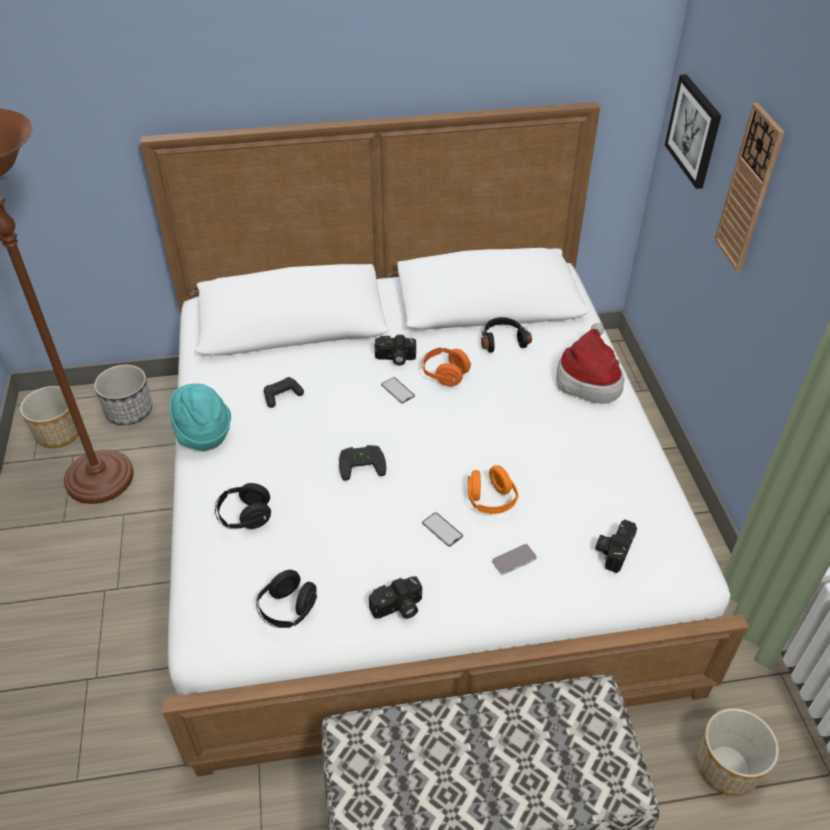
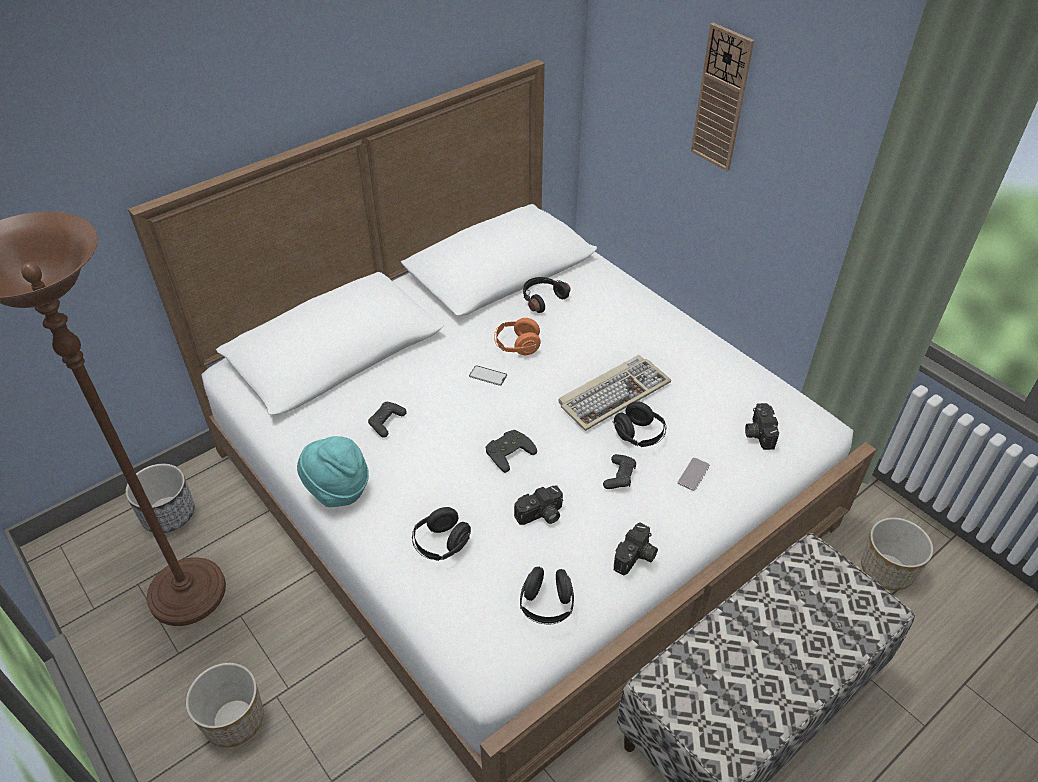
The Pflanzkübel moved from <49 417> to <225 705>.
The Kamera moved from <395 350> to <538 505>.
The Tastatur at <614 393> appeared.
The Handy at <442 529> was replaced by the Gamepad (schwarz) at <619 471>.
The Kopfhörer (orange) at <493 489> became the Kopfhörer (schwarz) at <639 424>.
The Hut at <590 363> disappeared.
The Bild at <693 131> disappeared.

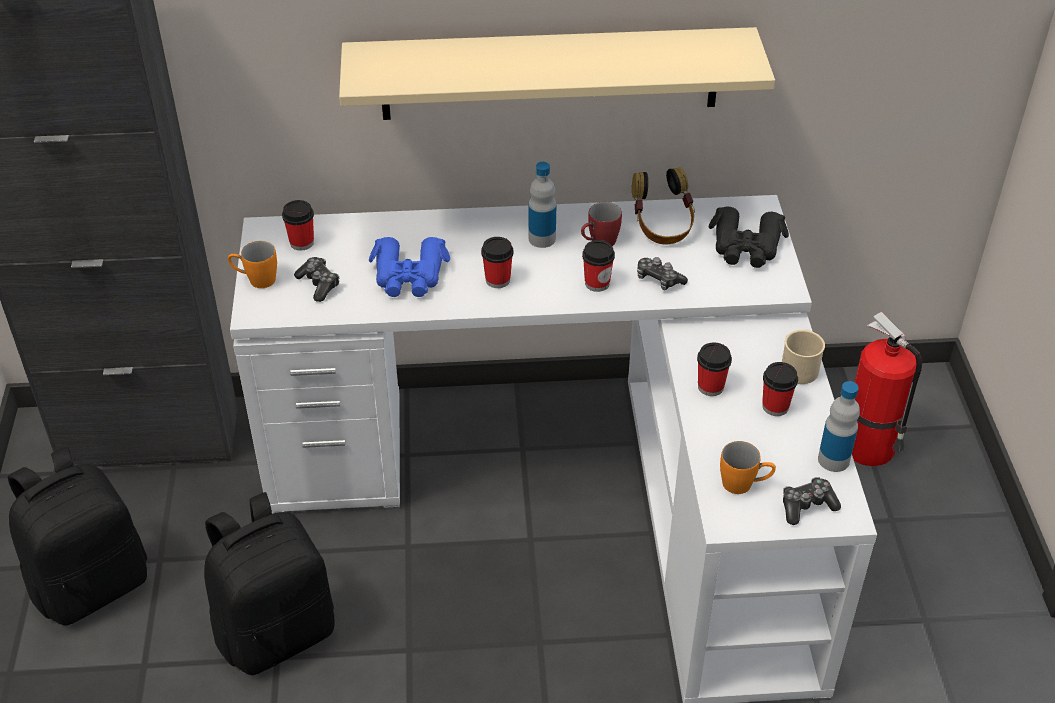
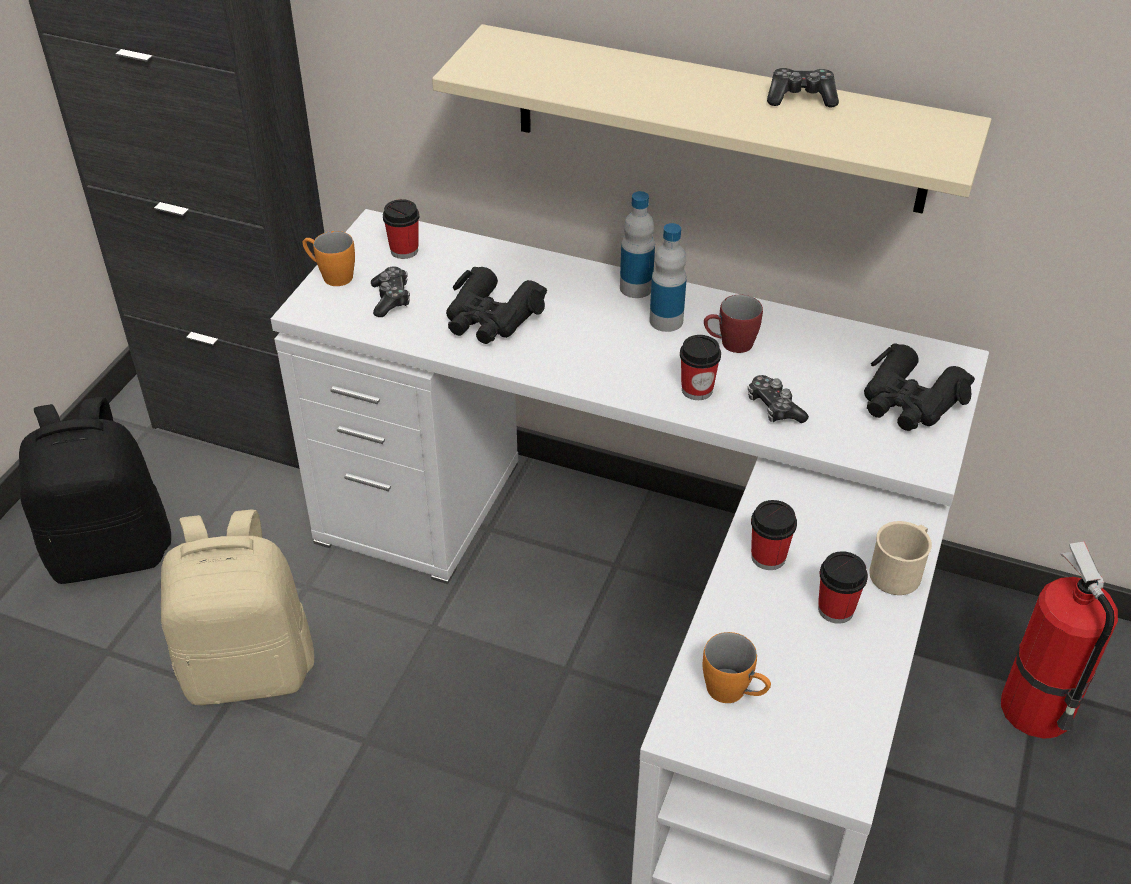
The Rucksack (schwarz) at <269 583> became the Rucksack (beige) at <237 607>.
The Fernglas (blau) at <409 267> became the Fernglas (schwarz) at <496 305>.
The Flasche moved from <839 426> to <637 244>.
The Gamepad moved from <812 501> to <803 88>.
The Tasse at <497 262> disappeared.
The Kopfhörer at <663 205> disappeared.

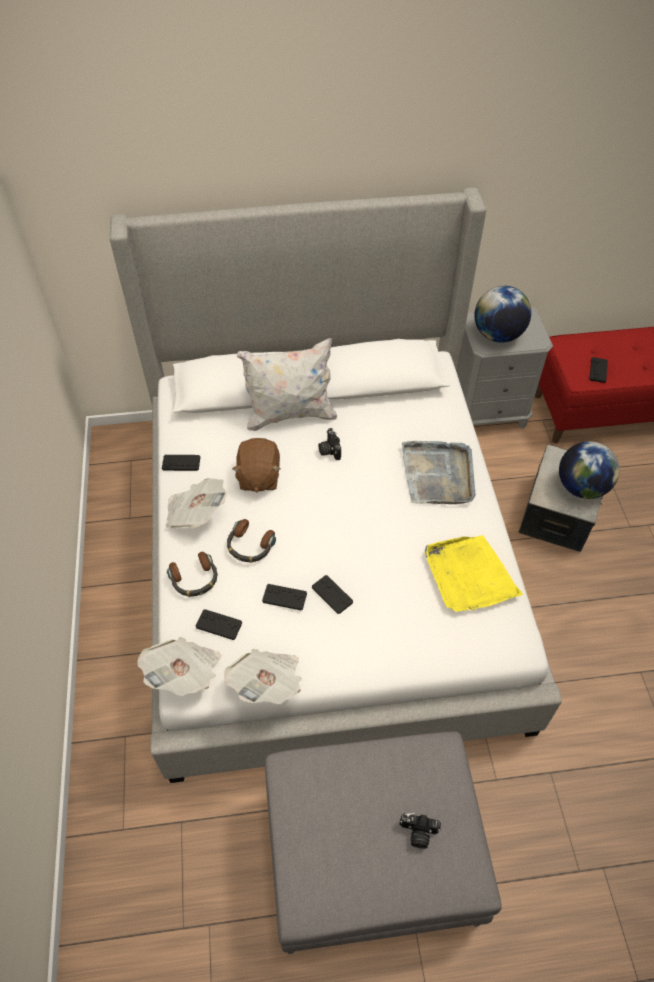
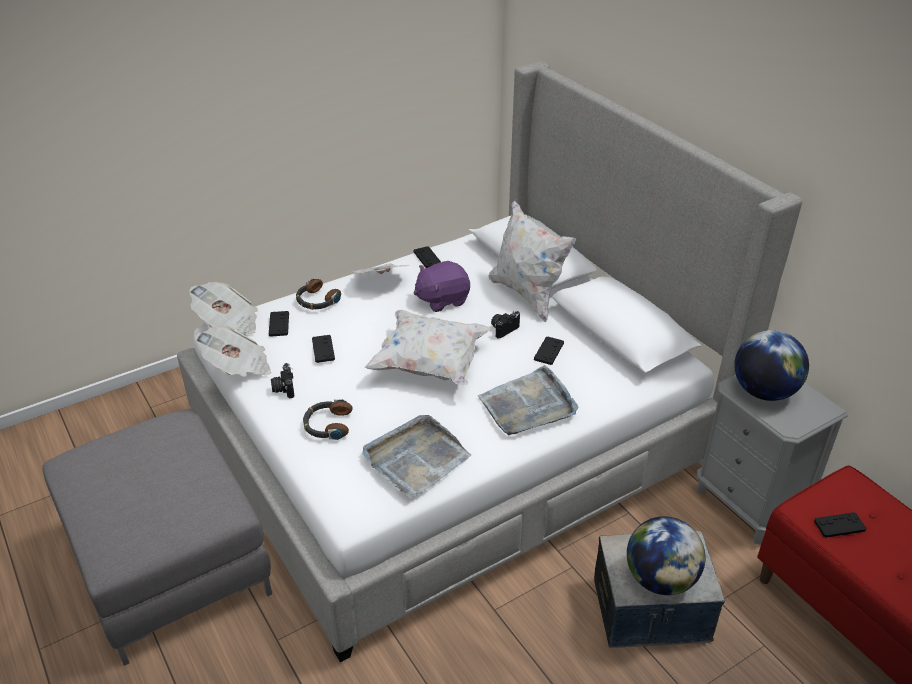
The Kamera moved from <420 831> to <282 381>.
The Kopfhörer moved from <251 541> to <328 419>.
The Tablett (gelb) at <473 573> became the Tablett (grau) at <416 456>.
The Kissen (weiß) at <427 348> appeared.
The Plüschtier (braun) at <256 465> became the Plüschtier (lila) at <441 286>.
The Gamepad (schwarz) moved from <332 594> to <549 350>.

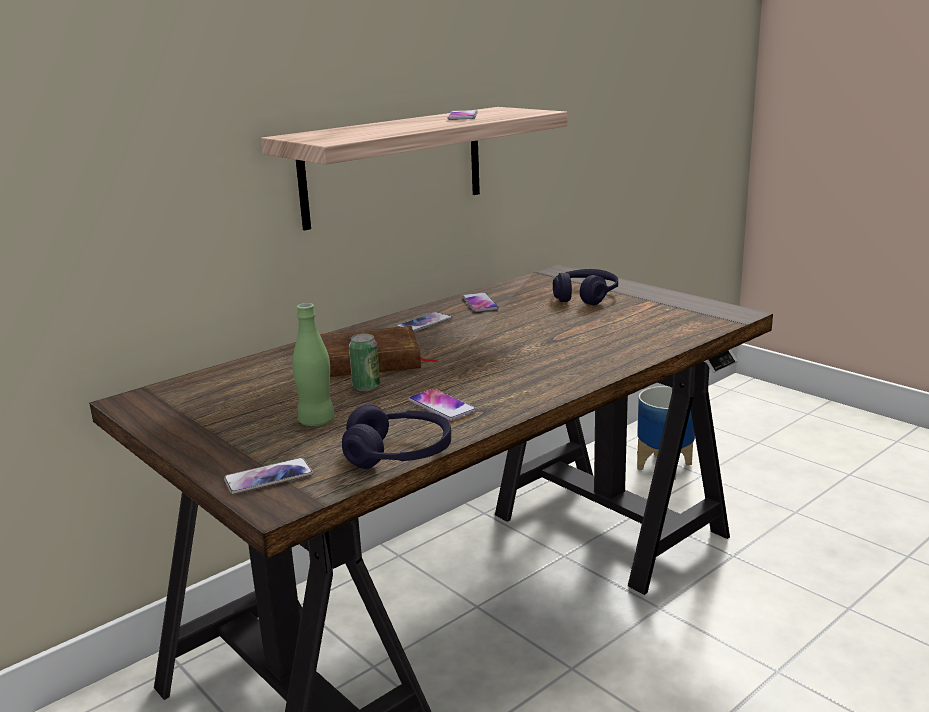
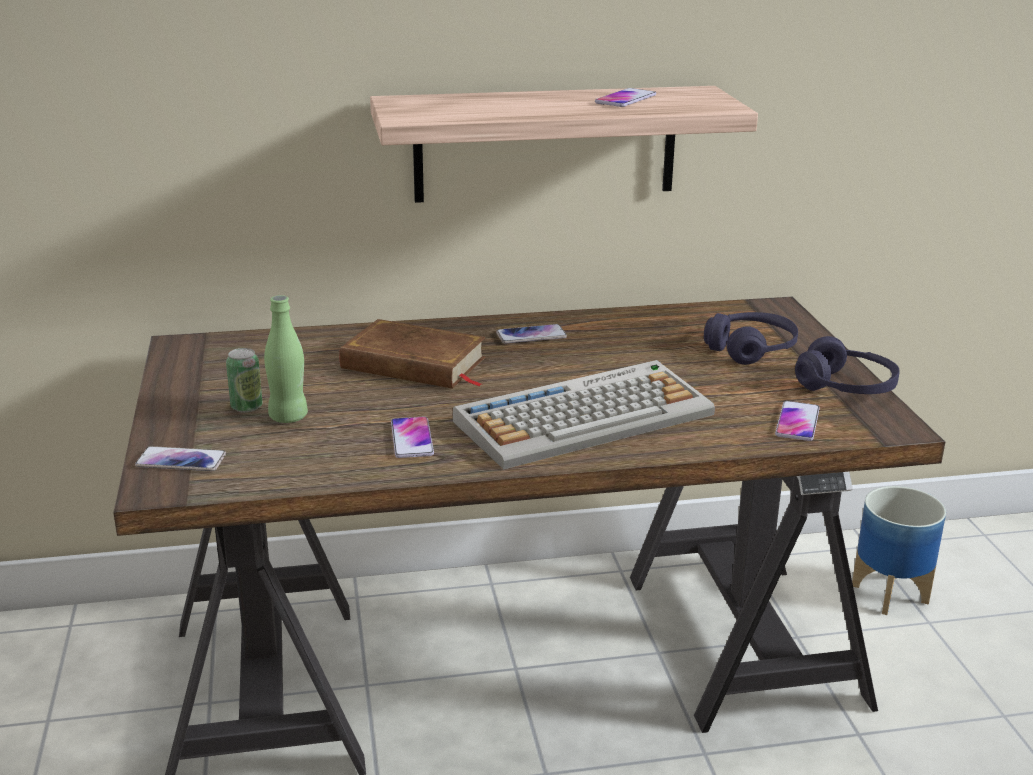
The Dose moved from <364 362> to <244 380>.
The Tastatur at <584 415> appeared.
The Handy moved from <480 302> to <797 421>.
The Kopfhörer (lila) moved from <396 436> to <847 365>.

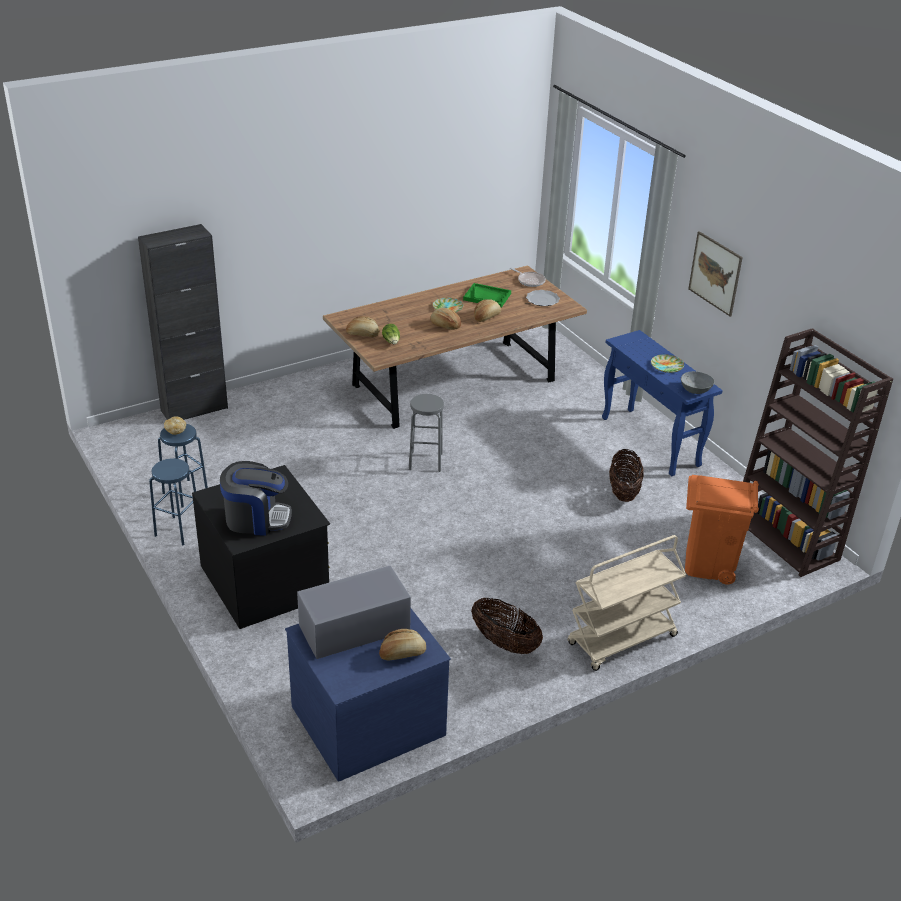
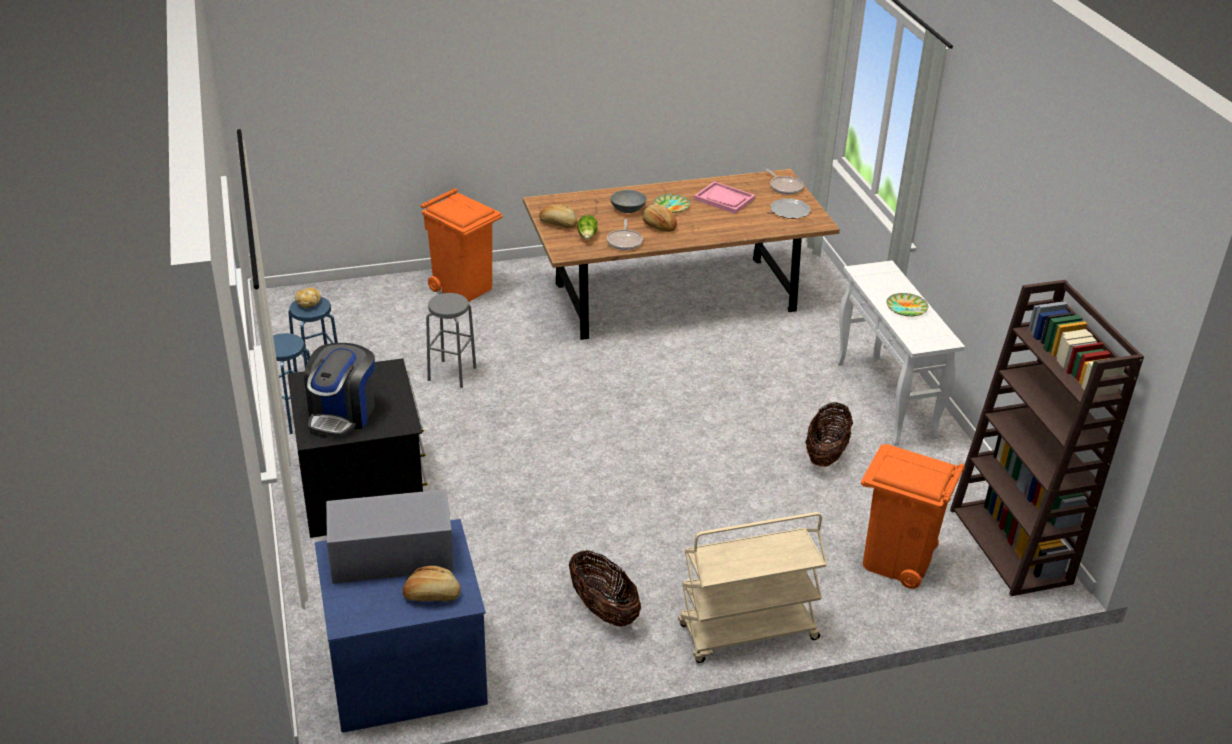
The Kaffeemaschine at <256 498> turned 90 degrees clockwise.
The Mülleimer (orange) at <461 245> appeared.
The Hocker (grau) moved from <426 433> to <451 340>.
The Pfanne at <625 234> appeared.
The Schüssel (grau) moved from <698 382> to <628 201>.
The Tablett (grün) at <487 295> became the Tablett (rosa) at <724 197>.
The Konsolentisch (blau) at <662 403> became the Konsolentisch (weiß) at <900 353>.
The Schrank (schwarz) at <183 322> disappeared.
The Brot at <487 310> disappeared.
The Bild at <715 274> disappeared.

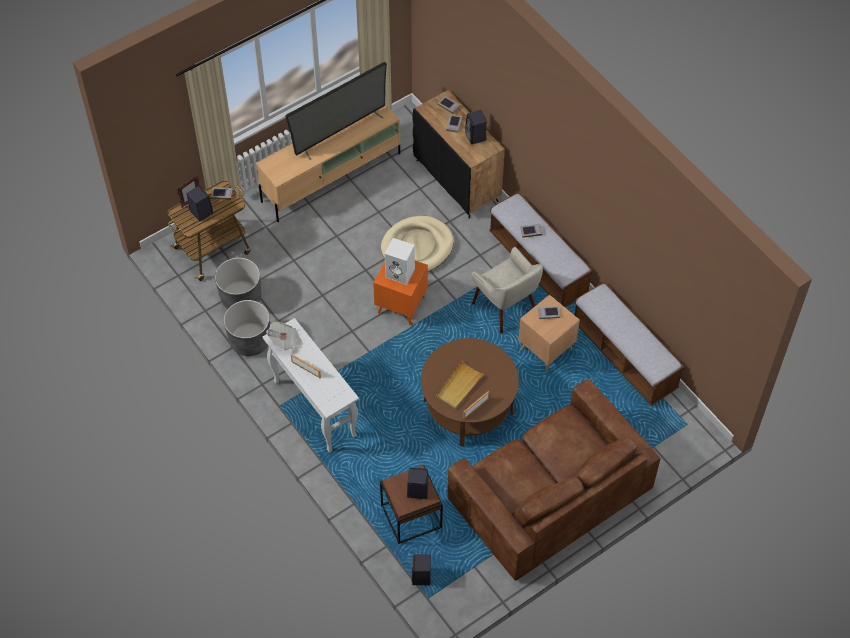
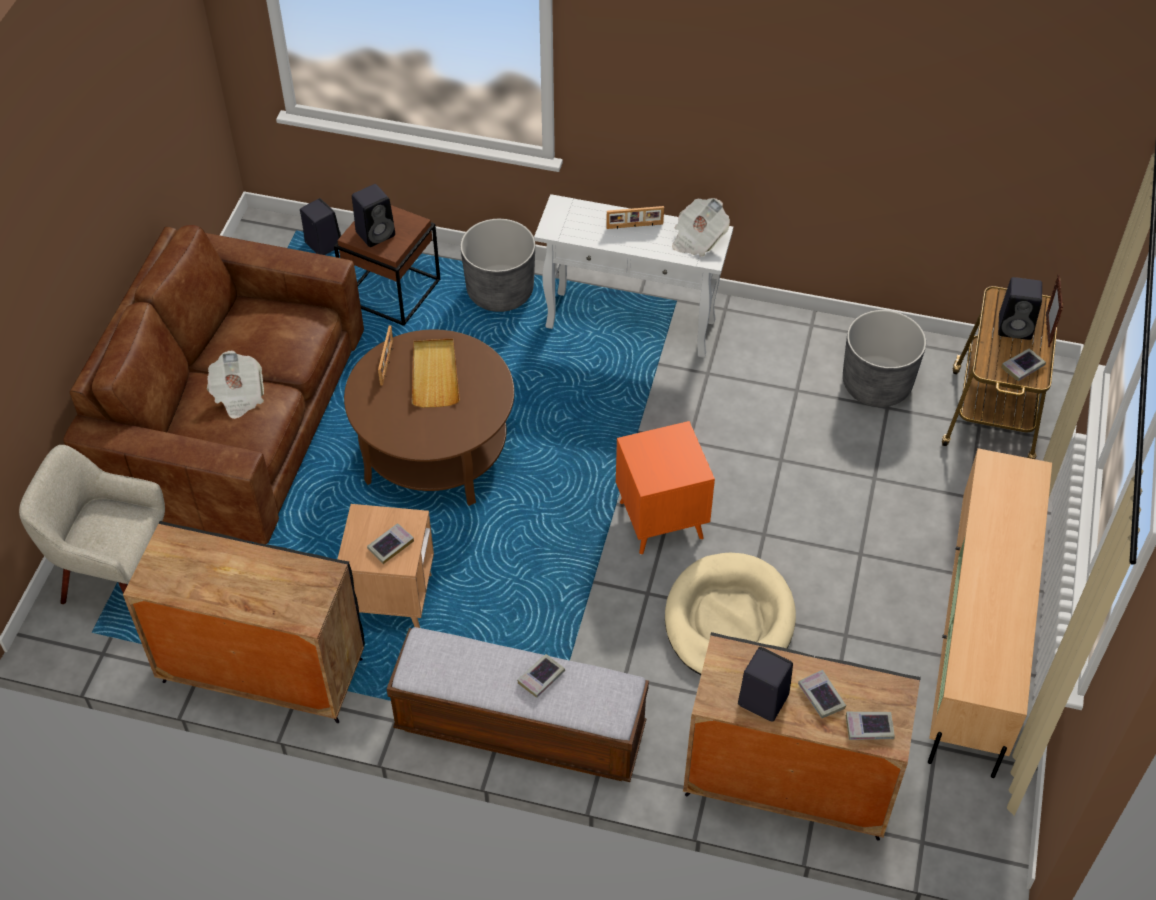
The Sessel (beige) moved from <507 290> to <92 524>.
The Bank at <629 344> was replaced by the Schrank (schwarz) at <244 622>.
The Zeitung at <235 385> appeared.
The Pflanzkübel (grau) moved from <247 328> to <497 265>.
The Fernseher at <336 111> disappeared.
The Lautsprecher (weiß) at <400 261> disappeared.

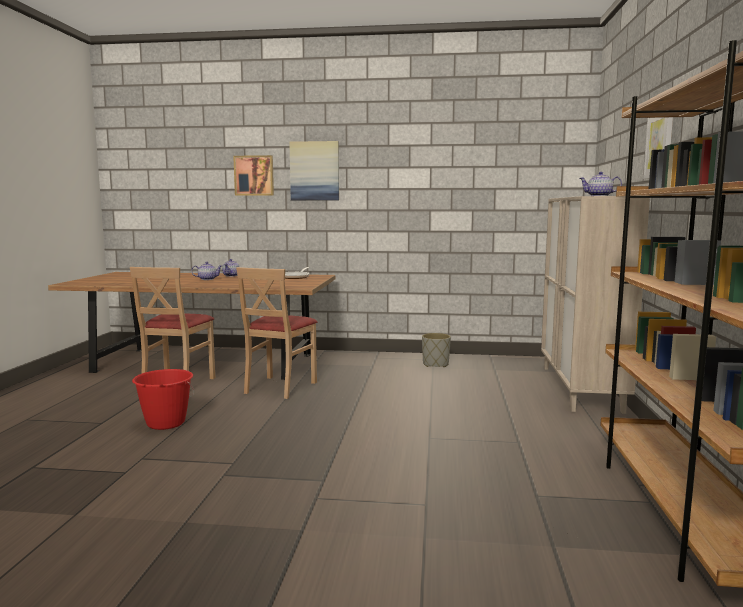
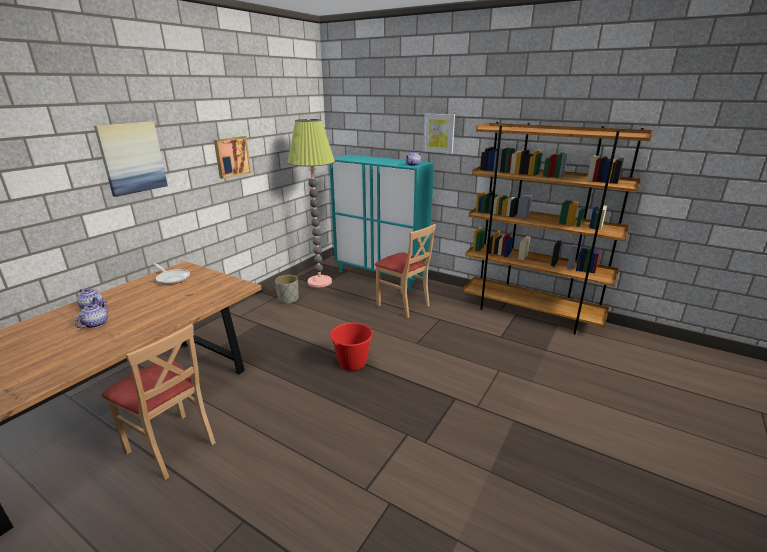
The Bild moved from <253 175> to <232 157>.
The Stehlampe at <311 203> appeared.
The Schrank (beige) at <595 305> became the Schrank (türkis) at <381 223>.
The Eimer (rot) moved from <163 399> to <351 347>.
The Stuhl (beige) moved from <277 333> to <405 271>.

